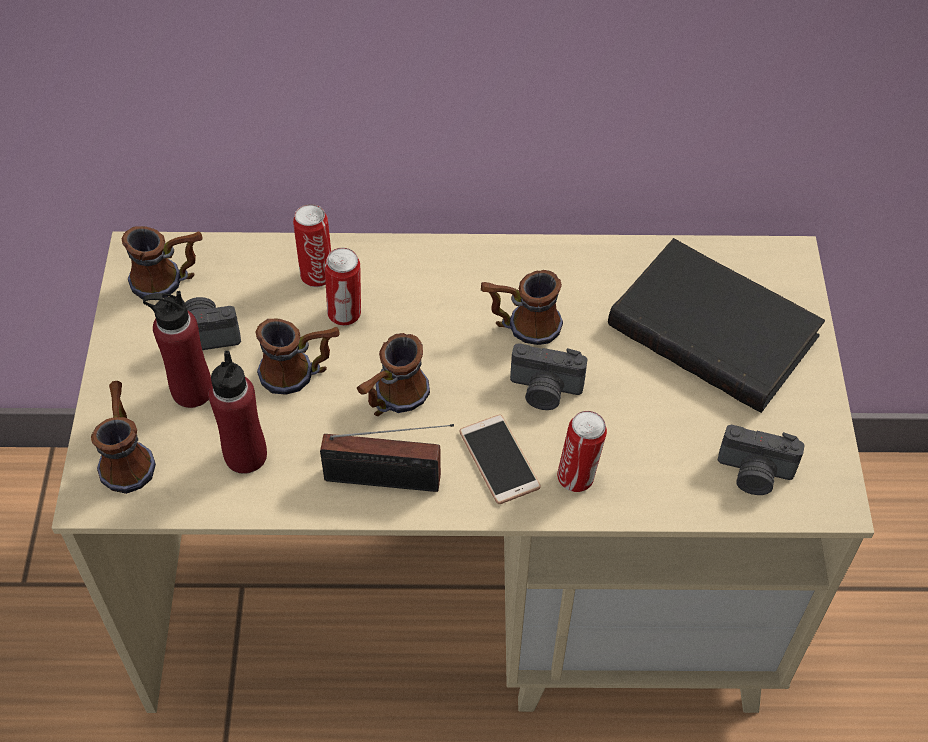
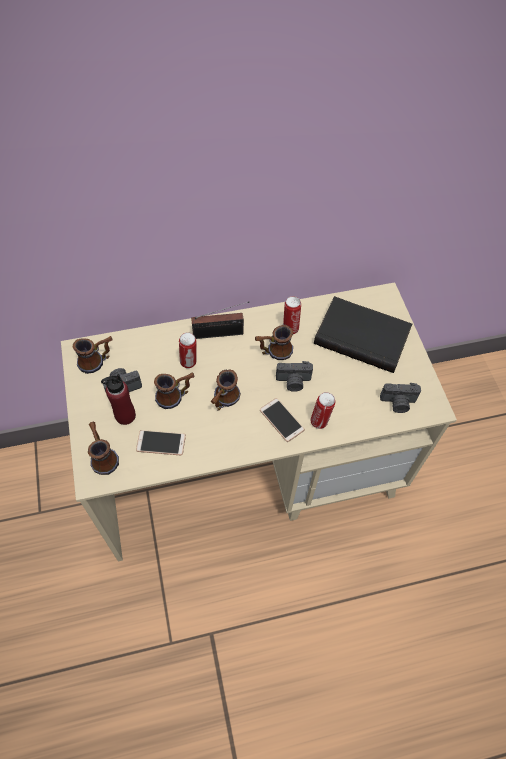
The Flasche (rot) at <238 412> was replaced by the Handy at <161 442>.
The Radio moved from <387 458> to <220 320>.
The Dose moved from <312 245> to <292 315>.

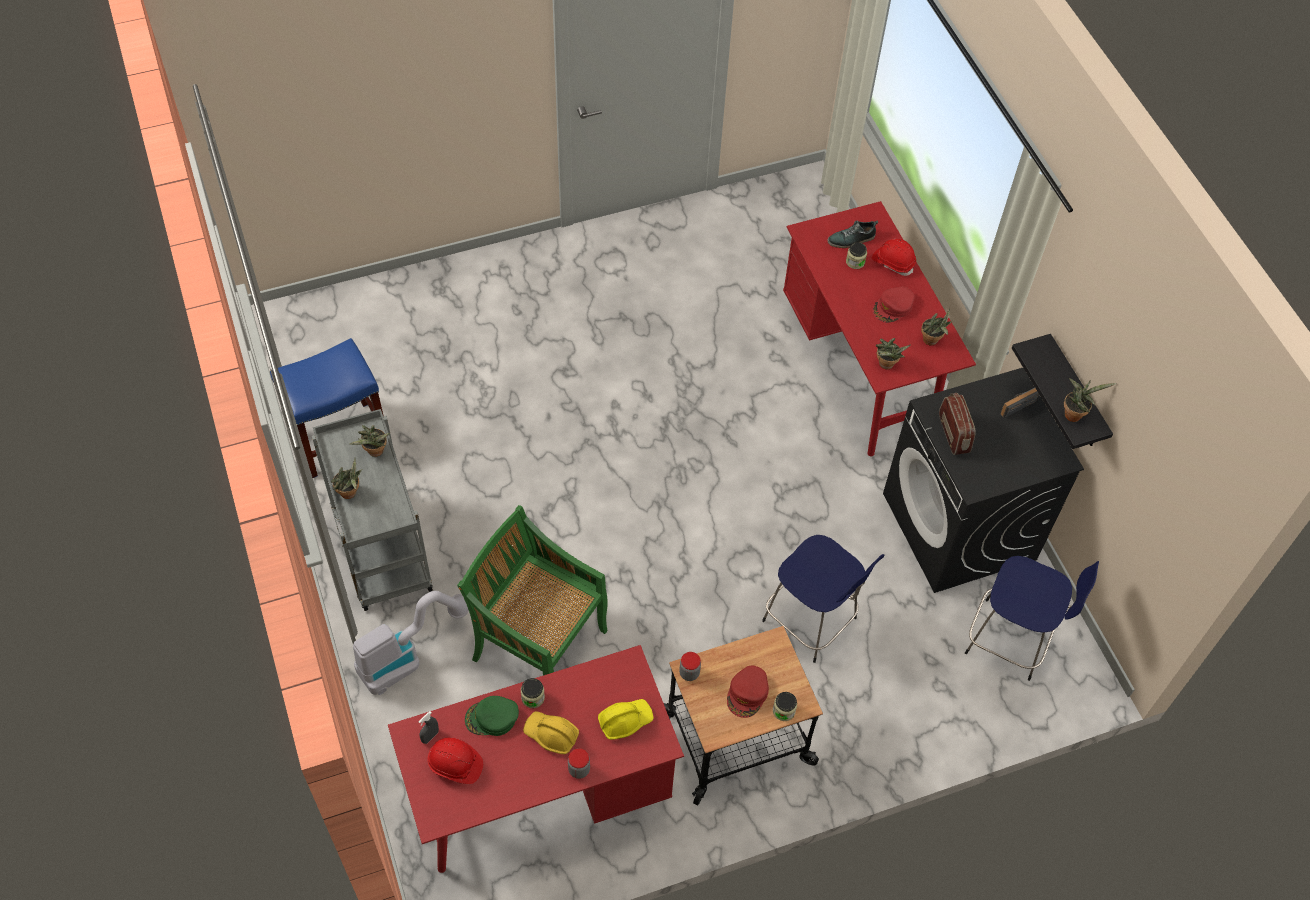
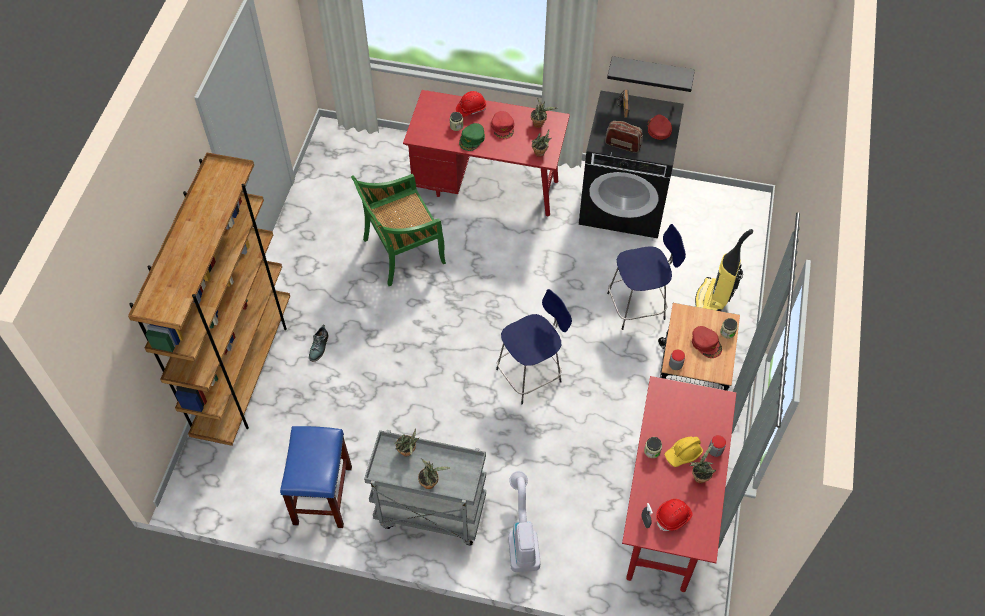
The Bücherregal (braun) at <209 299> appeared.
The Schuh moved from <853 234> to <318 343>.
The Stuhl (grün) moved from <532 590> to <398 230>.
The Kappe (grün) moved from <492 716> to <472 137>.
The Hocker (blau) moved from <1032 618> to <534 346>.
The Kappe (rot) at <660 127> appeared.
The Topfpflanze moved from <1090 400> to <703 463>.
The Staubsauger at <724 270> appeared.
The Schutzhelm (gelb) at <626 719> disappeared.

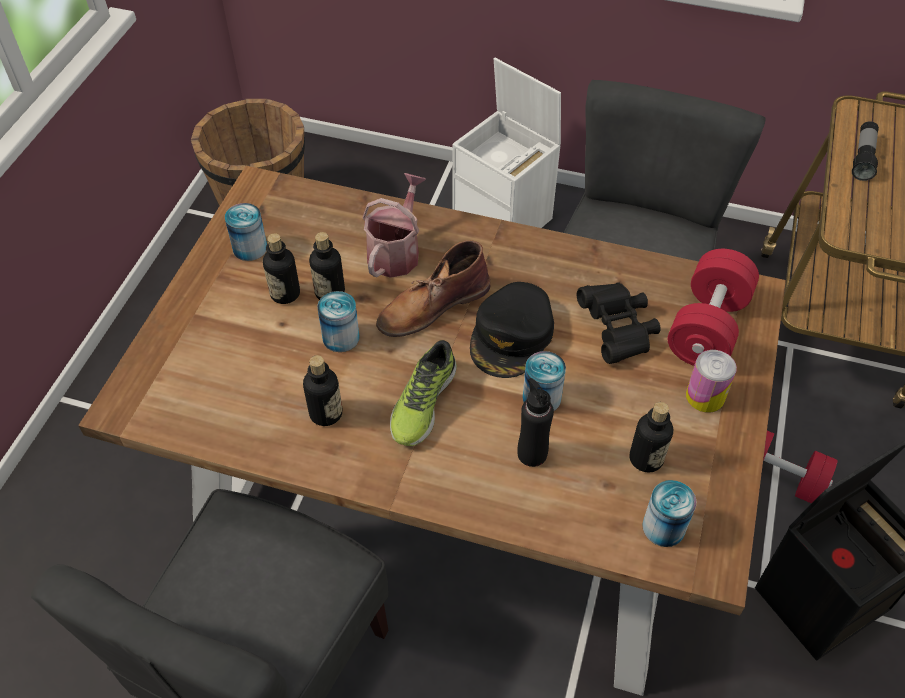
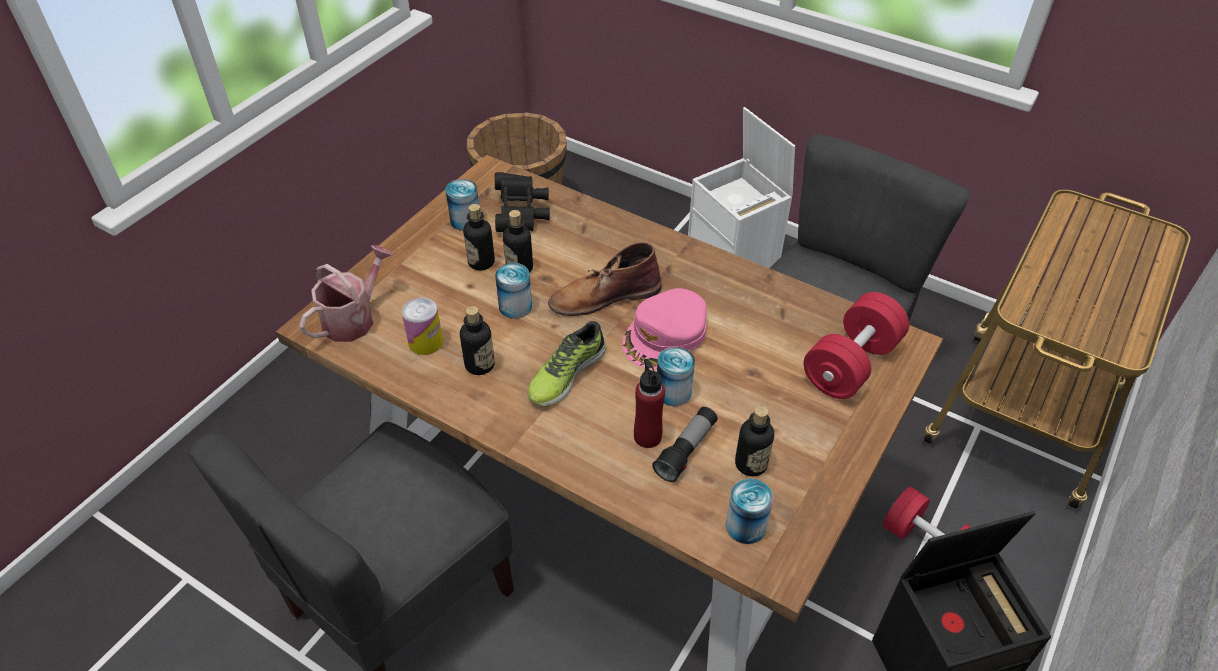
The Gießkanne moved from <394 225> to <346 293>.
The Dose moved from <711 381> to <422 326>.
The Fernglas (schwarz) moved from <618 323> to <522 202>.
The Kappe (schwarz) at <512 330> became the Kappe (rosa) at <664 329>.
The Flasche (schwarz) at <535 422> became the Flasche (rot) at <649 403>.
The Taschenlampe moved from <865 151> to <685 444>.

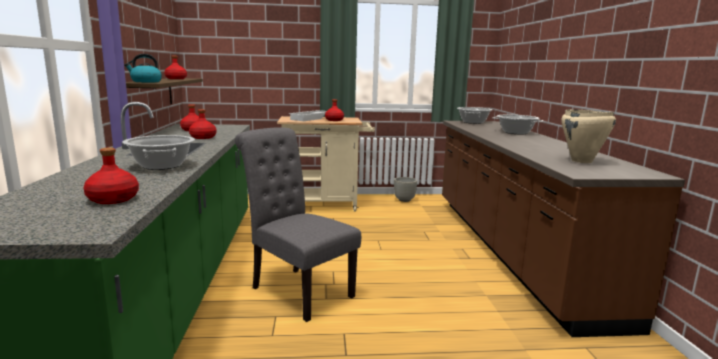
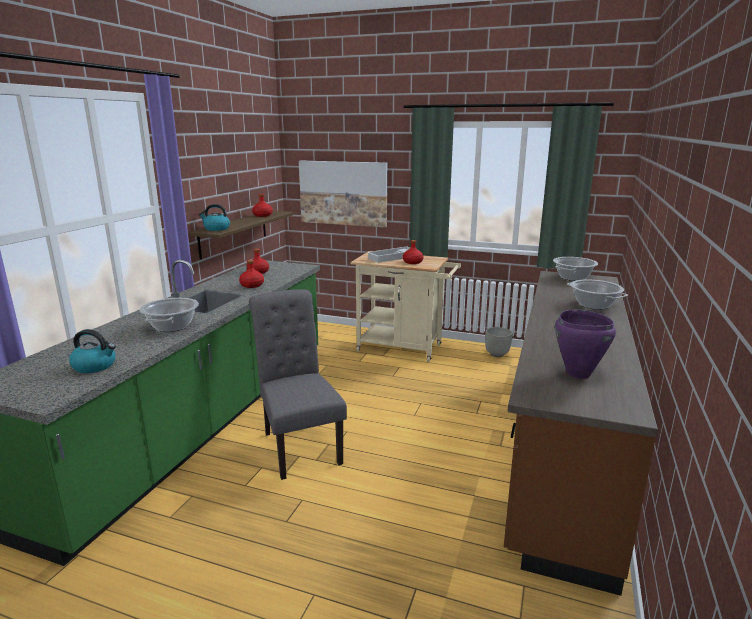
The Flasche (rot) at <111 176> was replaced by the Wasserkessel at <92 351>.
The Bild at <343 194> appeared.
The Kochtopf (beige) at <588 136> became the Kochtopf (lila) at <585 344>.

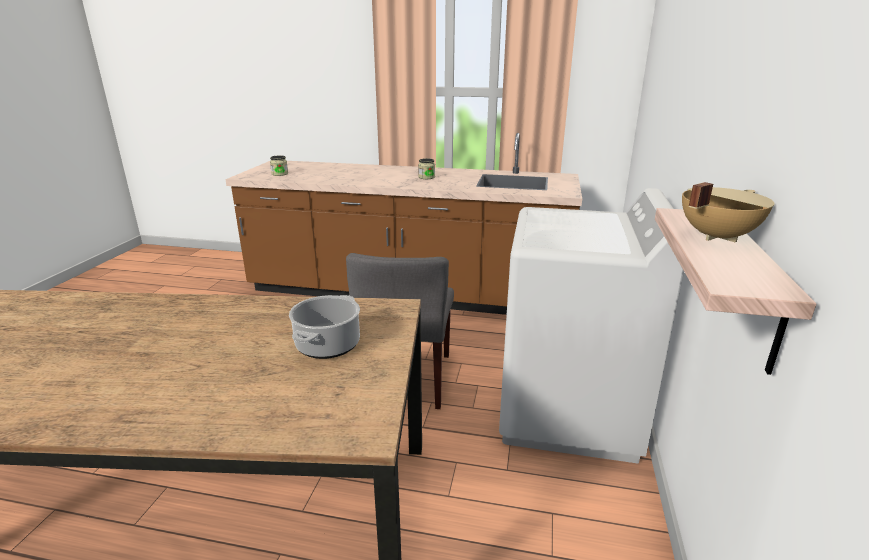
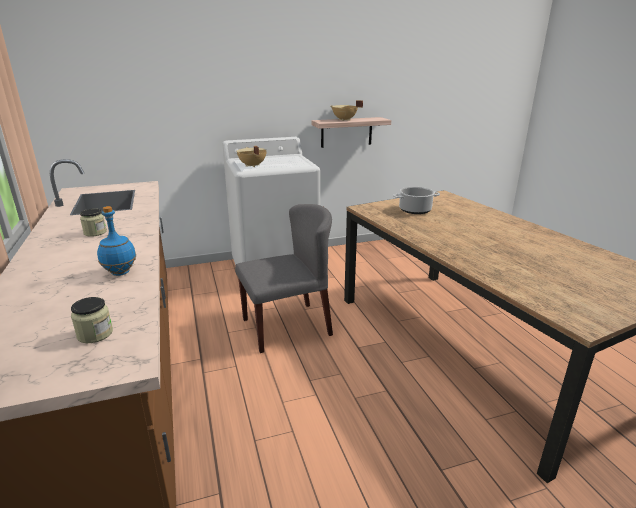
The Flasche (blau) at <116 241> appeared.
The Kochtopf (beige) at <251 156> appeared.

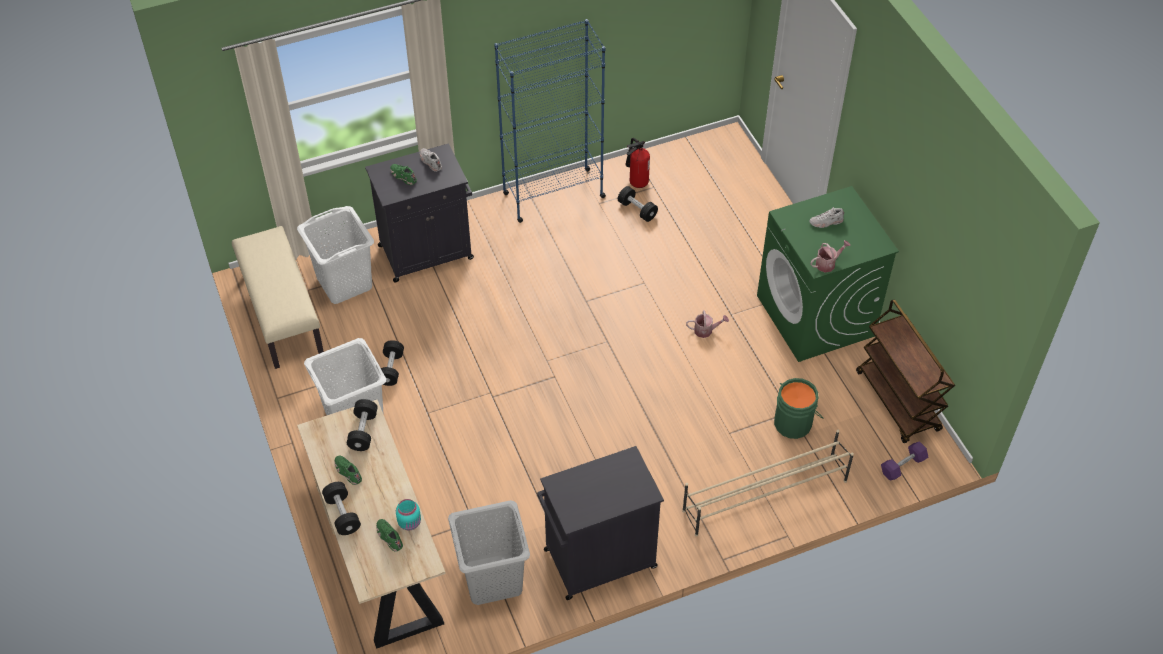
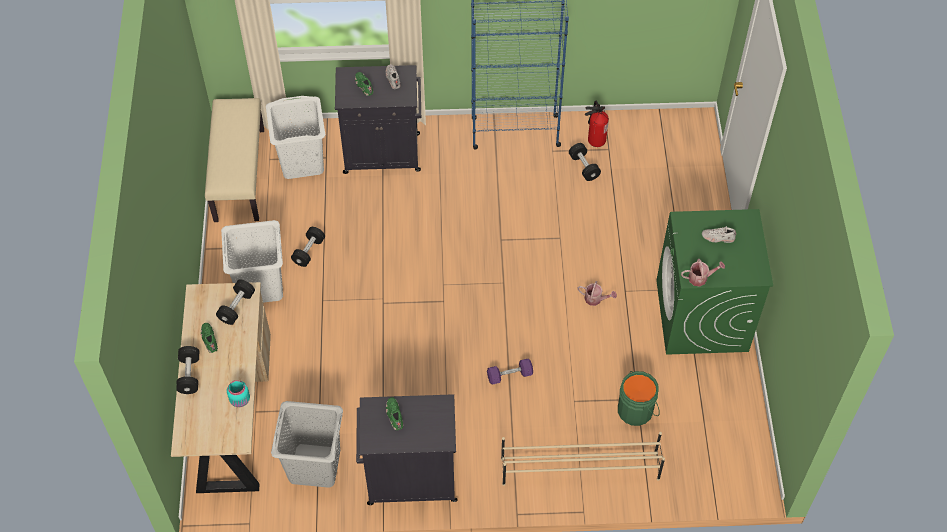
The Schuh (grün) moved from <389 535> to <394 413>.
The Hantel (lila) moved from <905 461> to <510 371>.
The Rollwagen (braun) at <905 371> disappeared.

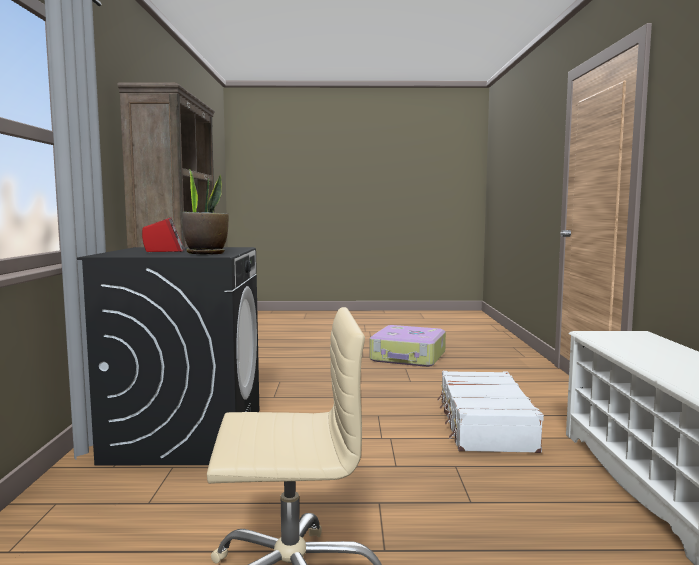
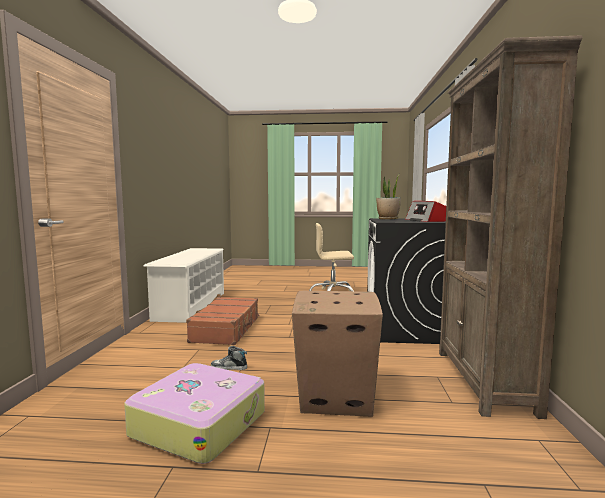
The Koffer (weiß) at <490 412> became the Koffer (braun) at <223 321>.
The Schuh at <229 358> appeared.
The Karton at <337 354> appeared.

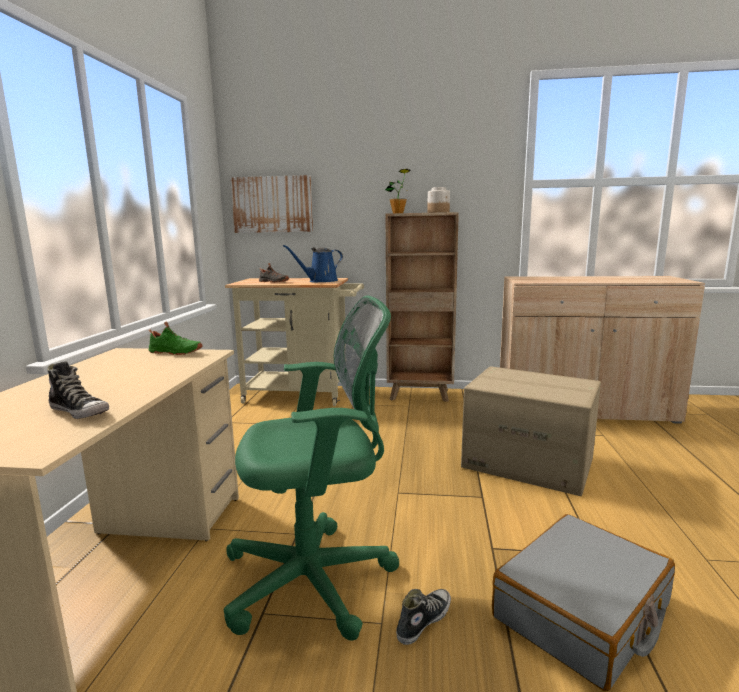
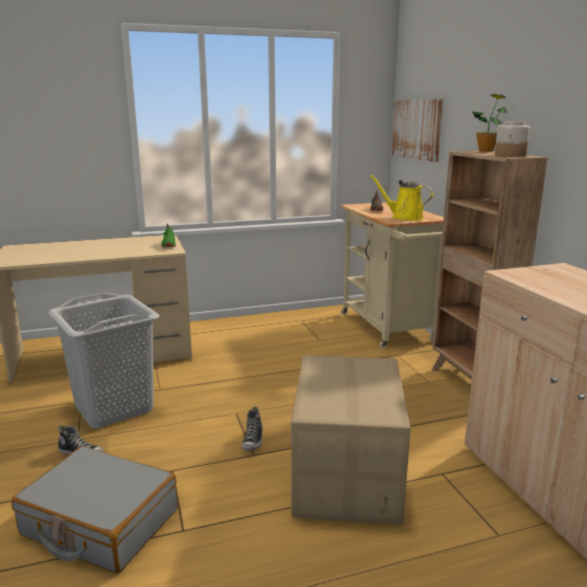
The Bürostuhl (grün) at <312 467> was replaced by the Wäschekorb (grau) at <103 361>.
The Schuh moved from <78 390> to <252 428>.
The Gießkanne (blau) at <313 264> became the Gießkanne (gelb) at <401 198>.

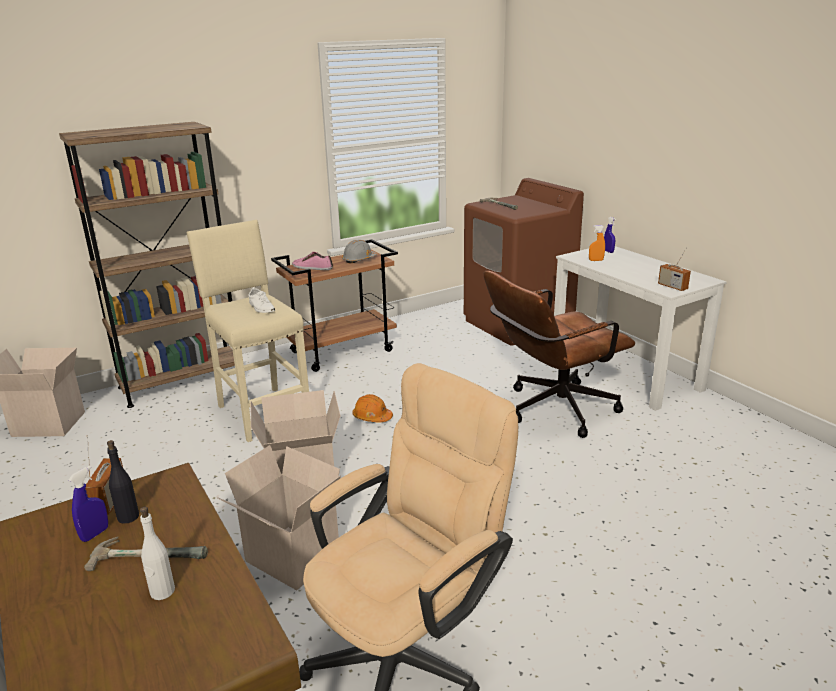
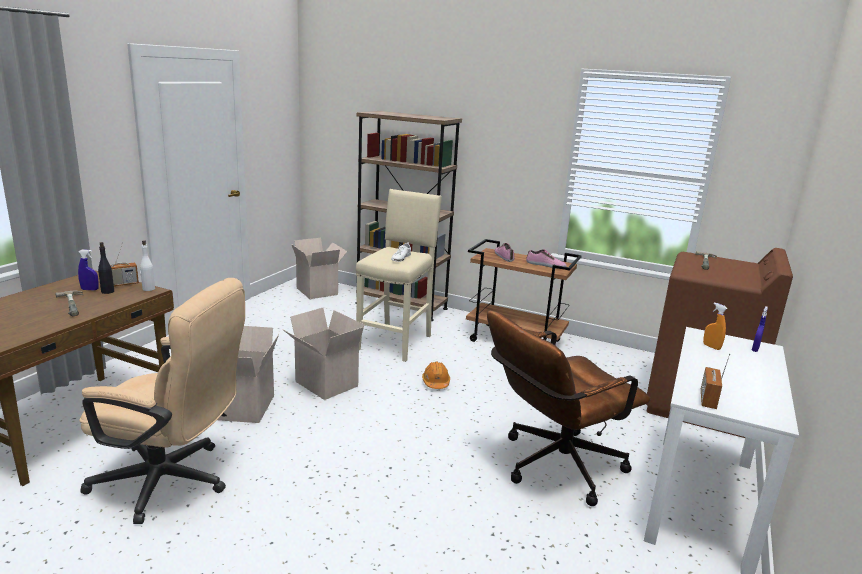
The Flasche (weiß) moved from <157 553> to <147 265>.
The Bürostuhl (braun) at <559 354> turned 60 degrees counterclockwise.
The Schutzhelm (grau) at <359 252> was replaced by the Schuh at <546 259>.

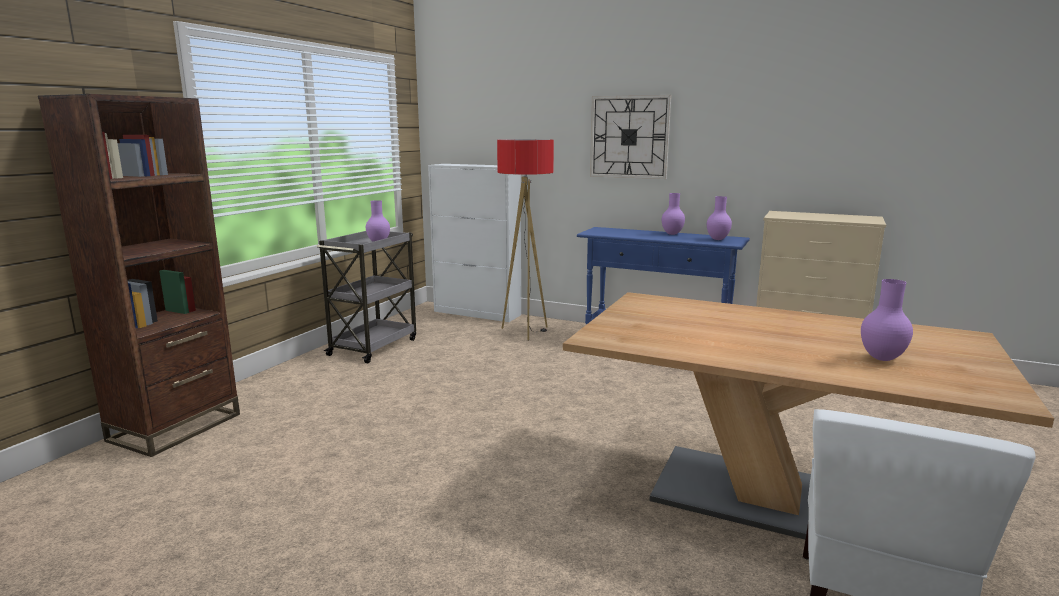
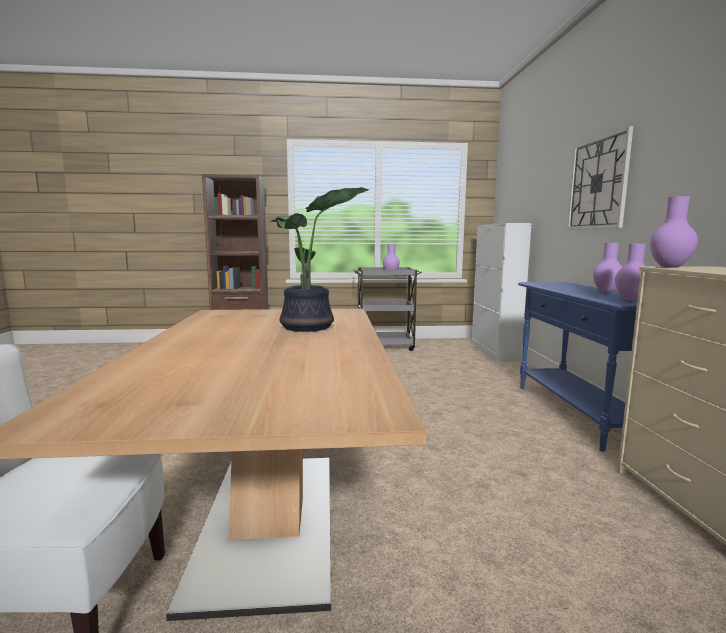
The Topfpflanze at <320 259> appeared.
The Vase (lila) moved from <887 320> to <674 232>.
The Stehlampe at <525 240> disappeared.

